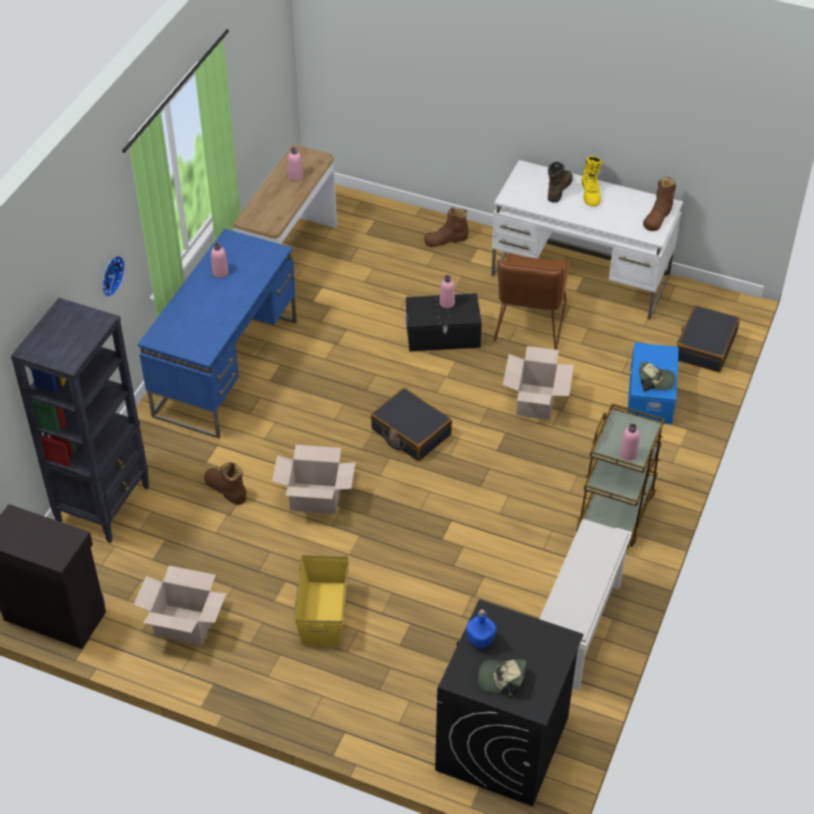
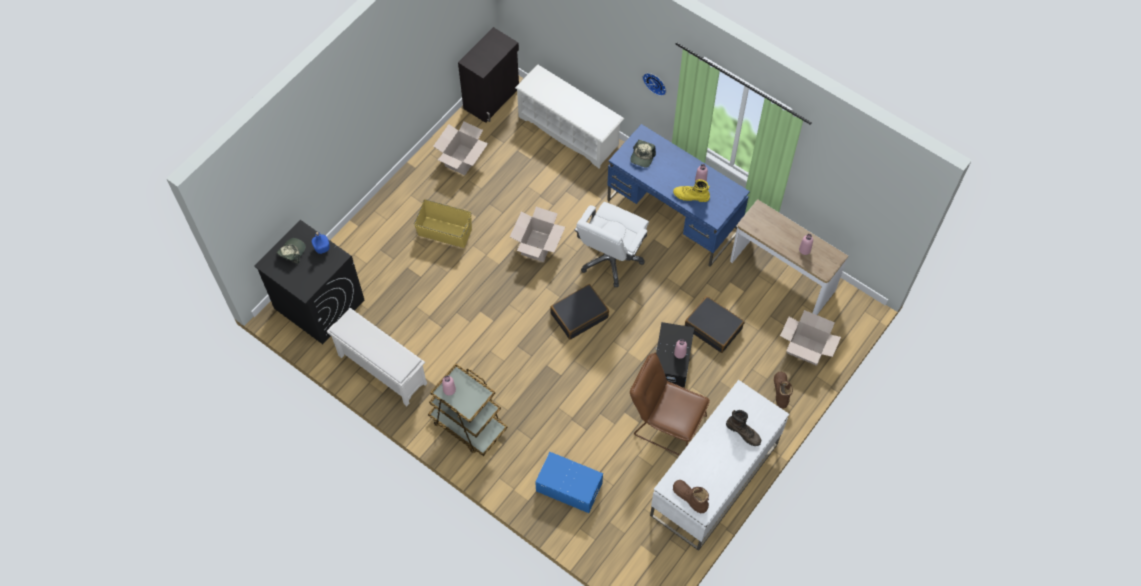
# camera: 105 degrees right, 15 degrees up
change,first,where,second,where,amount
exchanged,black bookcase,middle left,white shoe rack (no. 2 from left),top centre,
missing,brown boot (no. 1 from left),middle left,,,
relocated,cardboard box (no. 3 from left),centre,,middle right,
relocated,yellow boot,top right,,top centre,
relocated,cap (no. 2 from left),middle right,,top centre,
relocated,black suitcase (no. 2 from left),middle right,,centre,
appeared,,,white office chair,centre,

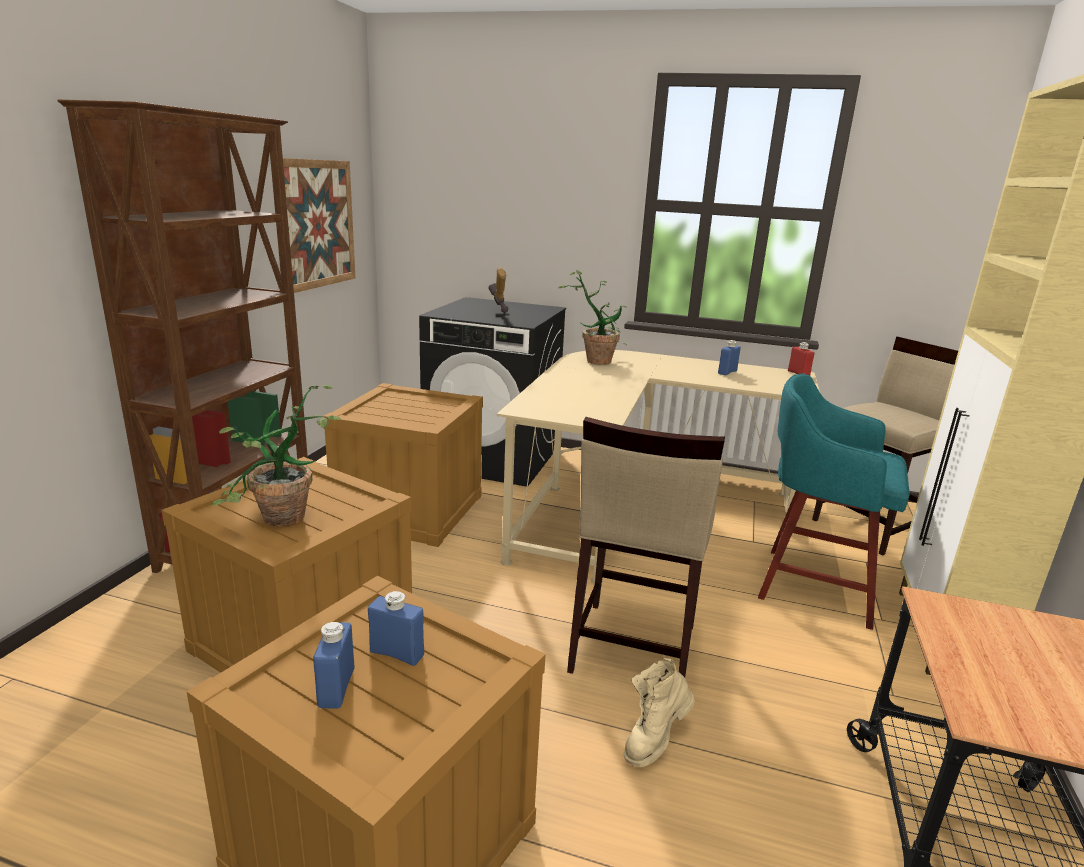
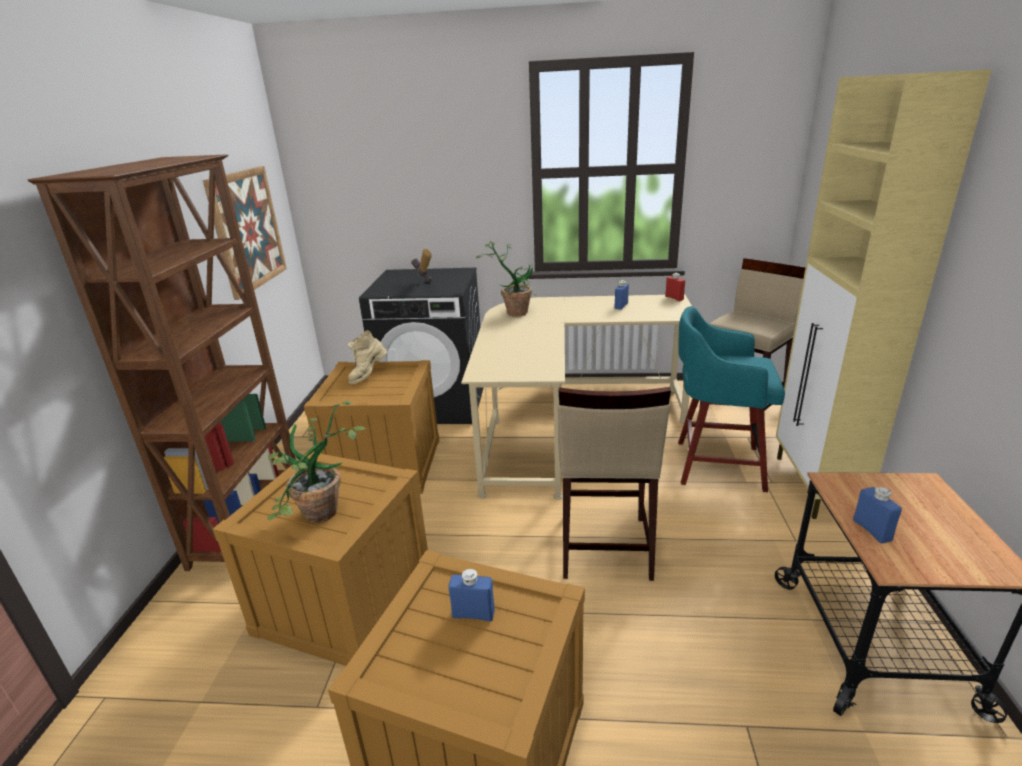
# camera: 10 degrees left, 5 degrees up
change,first,where,second,where,amount
relocated,blue bottle (no. 1 from left in the first image),bottom left,blue bottle (no. 3 from left),bottom right,
relocated,beige boot,bottom centre,,centre,

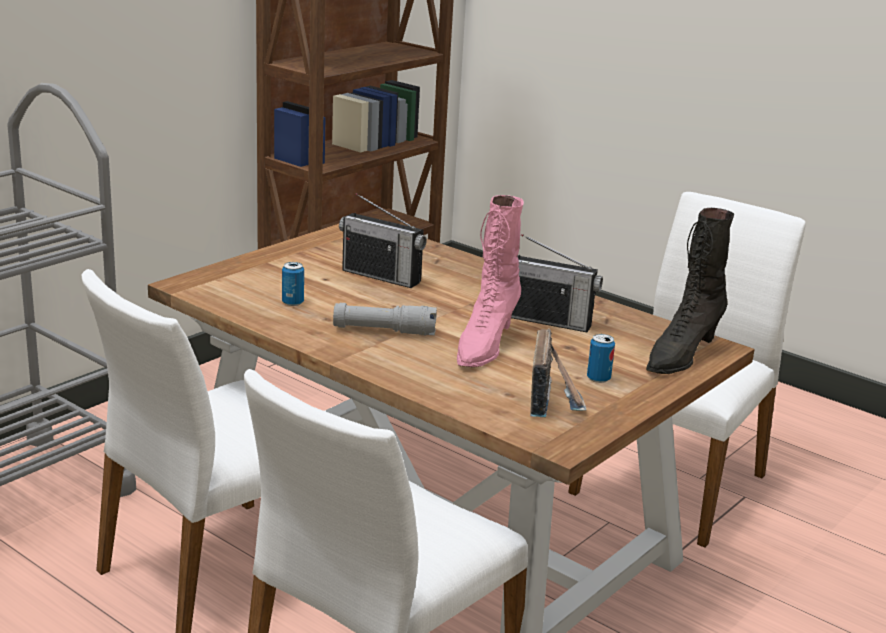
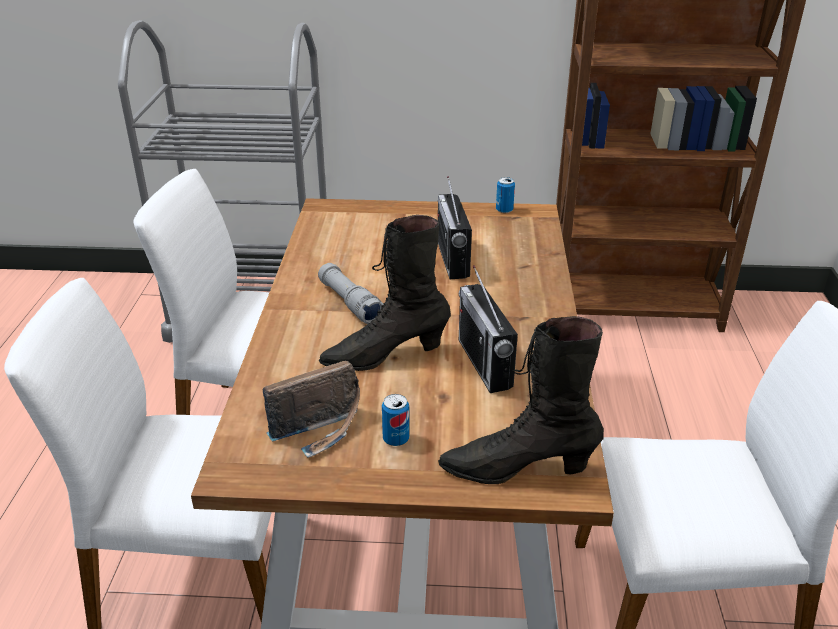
# camera: 55 degrees right, 10 degrees up
change,first,where,second,where,amount
relocated,can (no. 1 from left in the first image),middle left,can (no. 2 from left),top centre,
colour,pink boot,centre,black boot (no. 1 from left),centre,

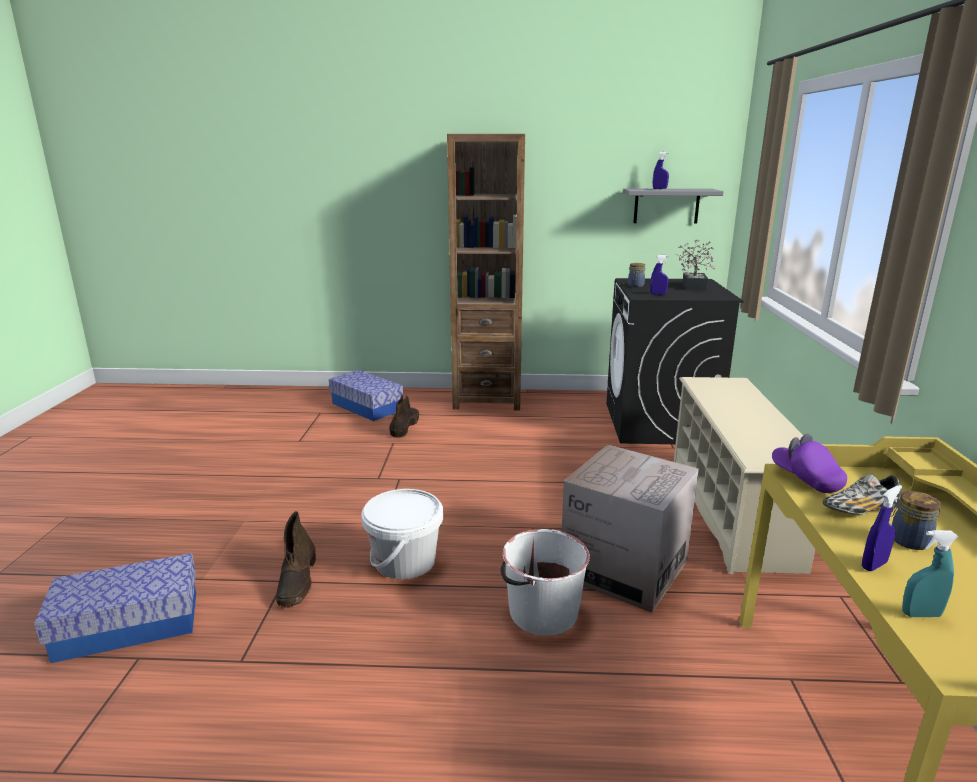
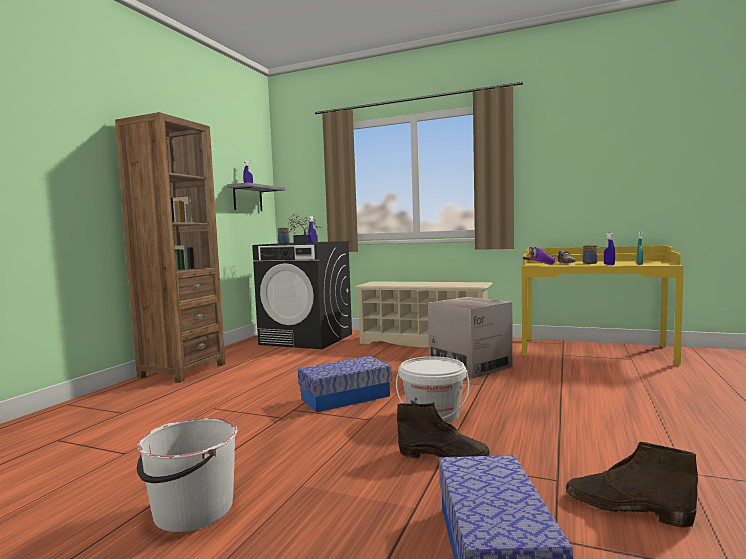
# camera: 70 degrees left, 15 degrees down
change,first,where,second,where,amount
relocated,storage box (no. 2 from left in the first image),centre,storage box (no. 1 from left),bottom centre,
relocated,brown boot (no. 2 from left),centre,,bottom right,
relocated,white bucket (no. 2 from left in the first image),bottom centre,white bucket (no. 1 from left),bottom left,

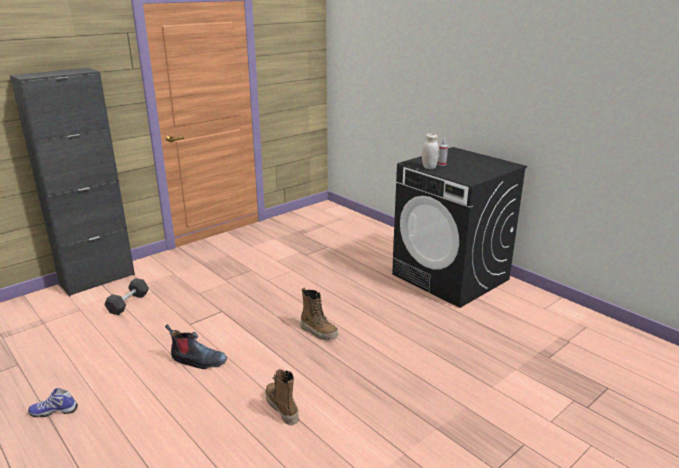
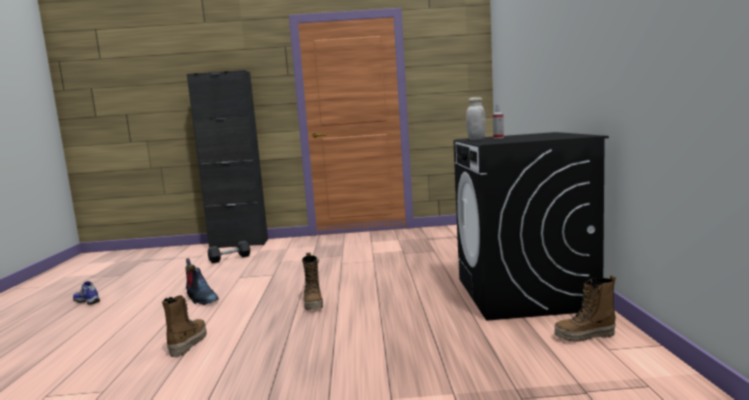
# camera: 40 degrees right, 15 degrees down
change,first,where,second,where,amount
appeared,,,boot (no. 4 from left),bottom right,

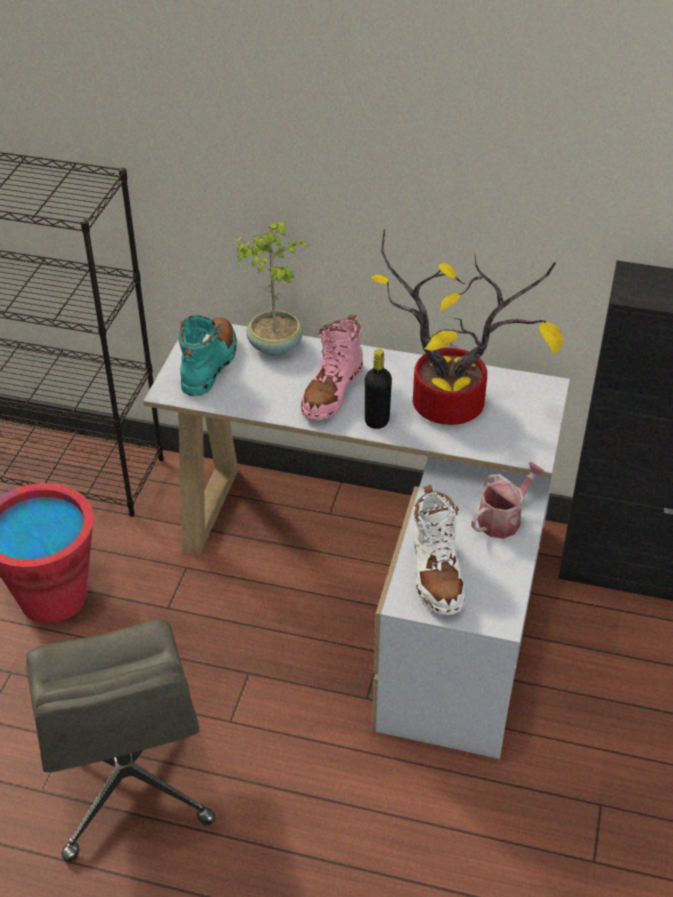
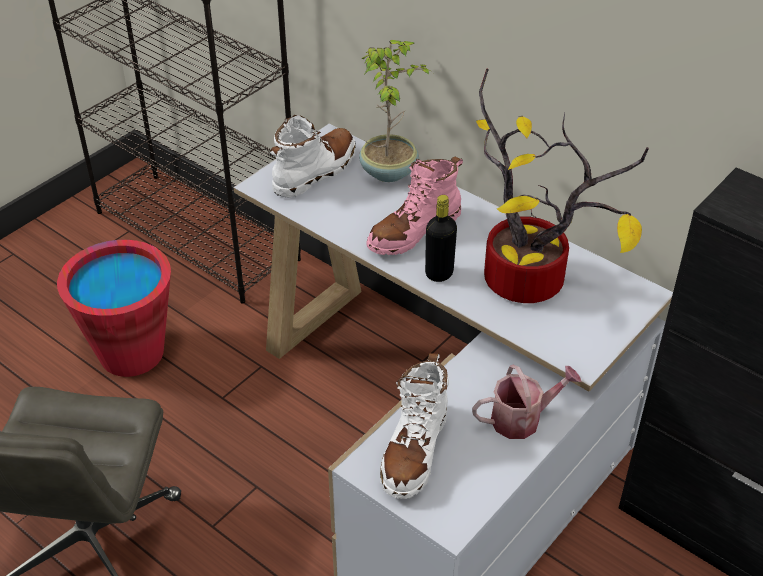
# camera: 25 degrees right, 0 degrees up
change,first,where,second,where,amount
colour,turquoise boot,middle left,white boot (no. 1 from left),top centre,

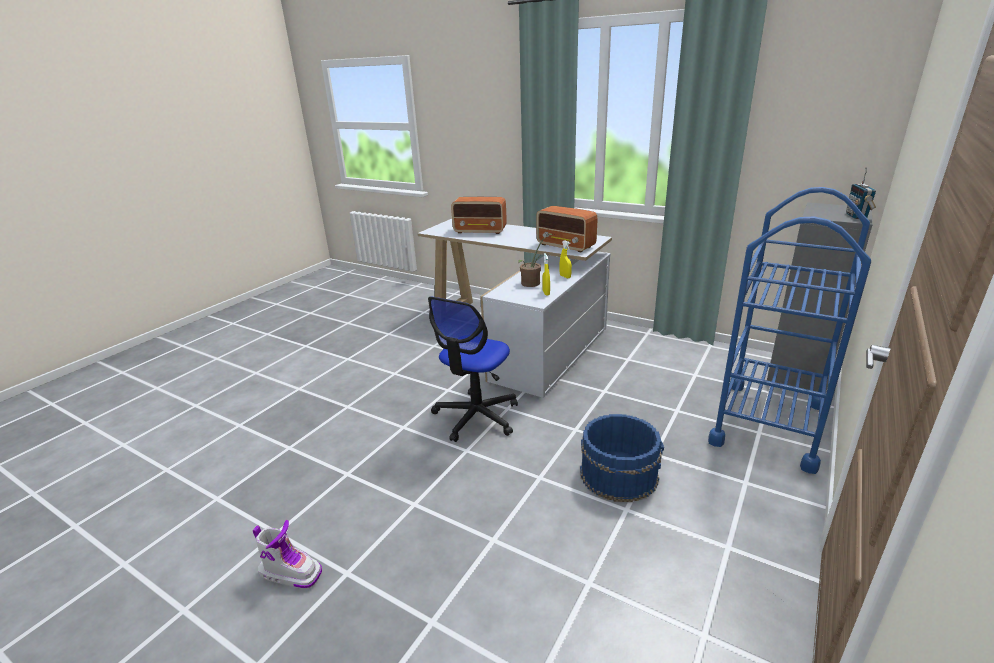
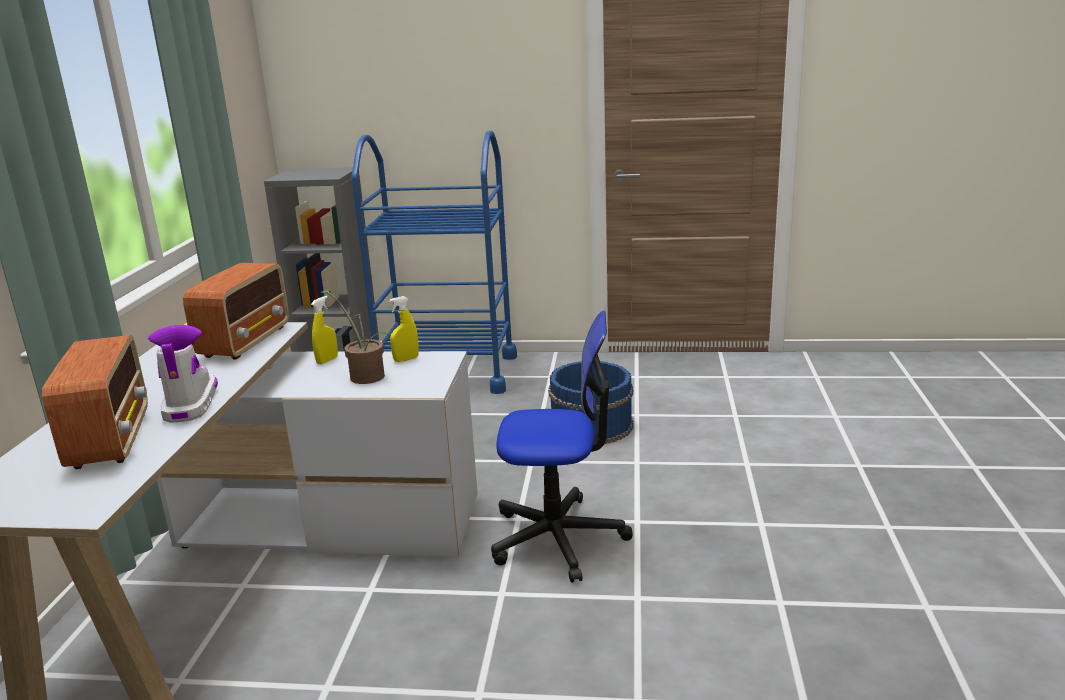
# camera: 115 degrees left, 5 degrees down
change,first,where,second,where,amount
relocated,boot,bottom left,,middle left,
missing,radio (no. 3 from left),top right,,,

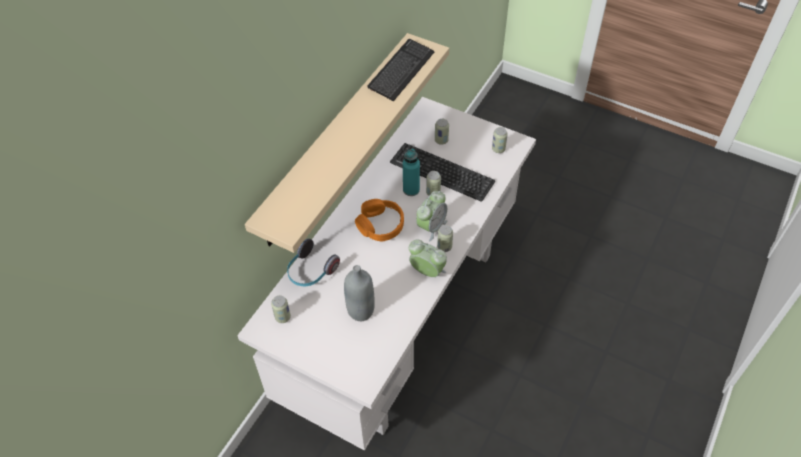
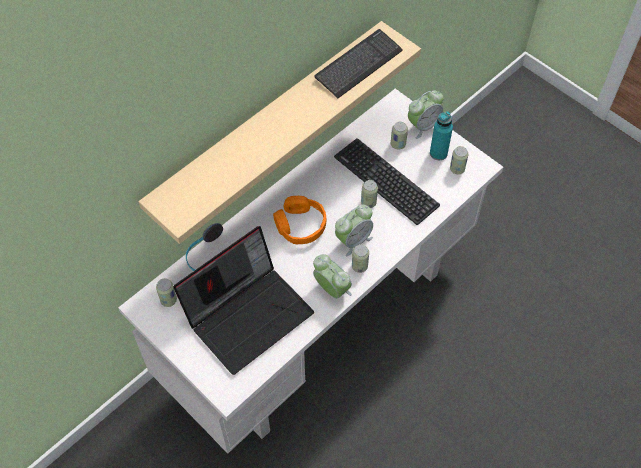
# camera: 15 degrees right, 5 degrees up
change,first,where,second,where,amount
exchanged,grey bottle,centre,laptop,centre,
relocated,turquoise bottle,centre,,top right,
appeared,,,alarm clock (no. 3 from left),top centre,

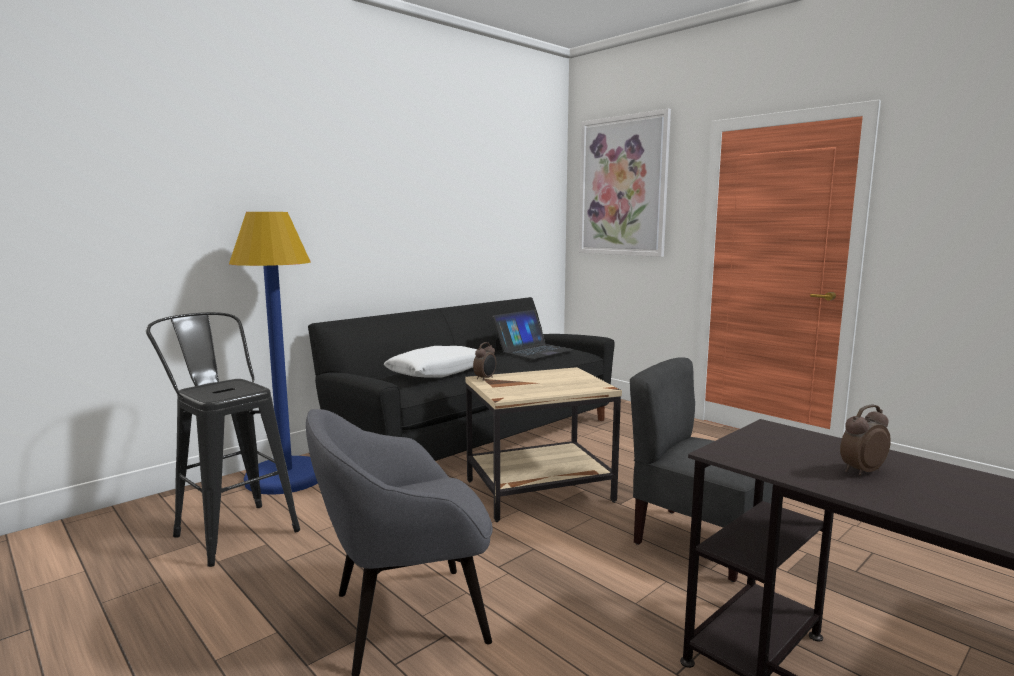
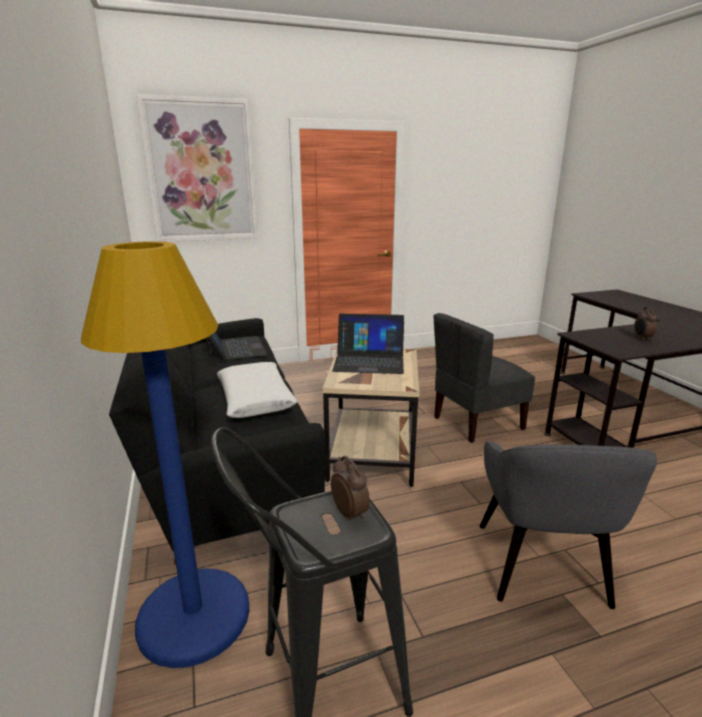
# camera: 65 degrees left, 10 degrees up
change,first,where,second,where,amount
relocated,alarm clock (no. 1 from left),centre,,bottom centre,
appeared,,,laptop (no. 2 from left),centre,

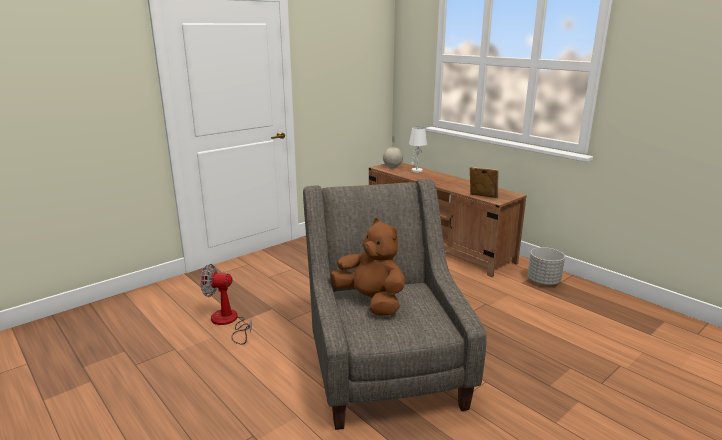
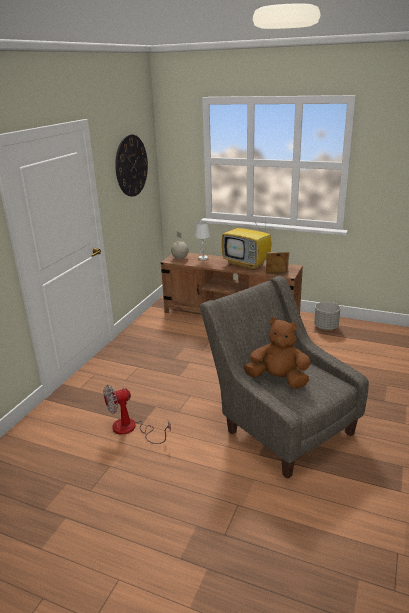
# camera: 25 degrees left, 5 degrees up
change,first,where,second,where,amount
appeared,,,wall clock,top left,
appeared,,,television,centre,

